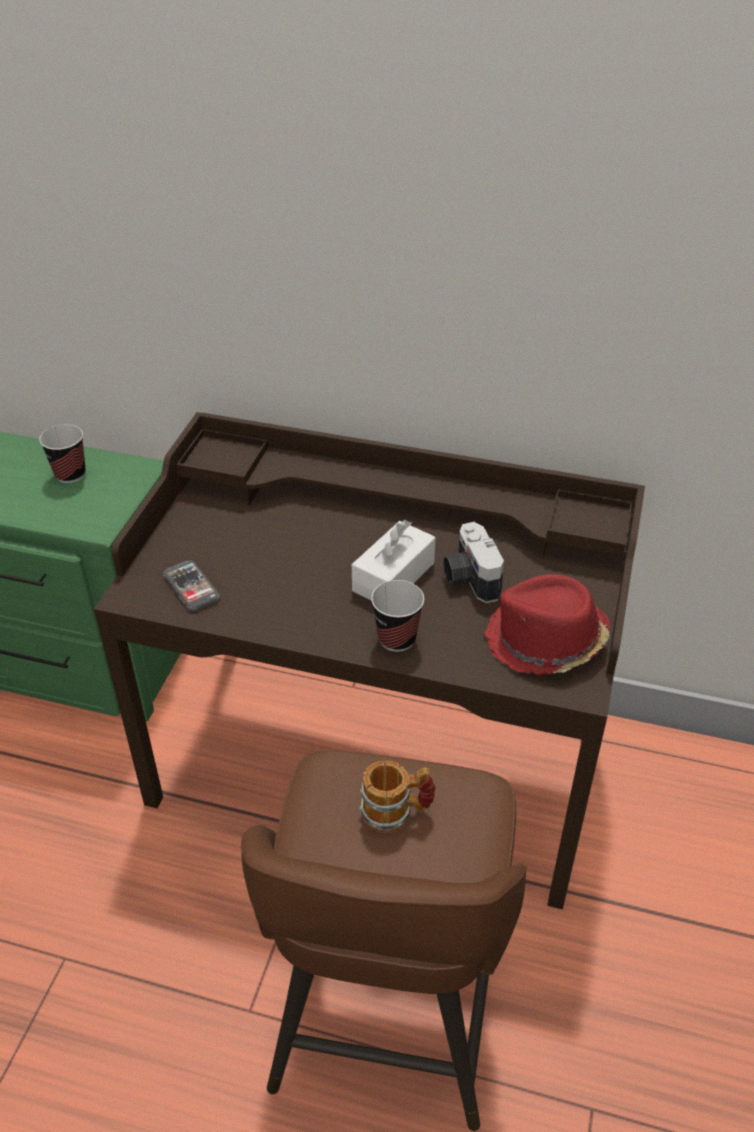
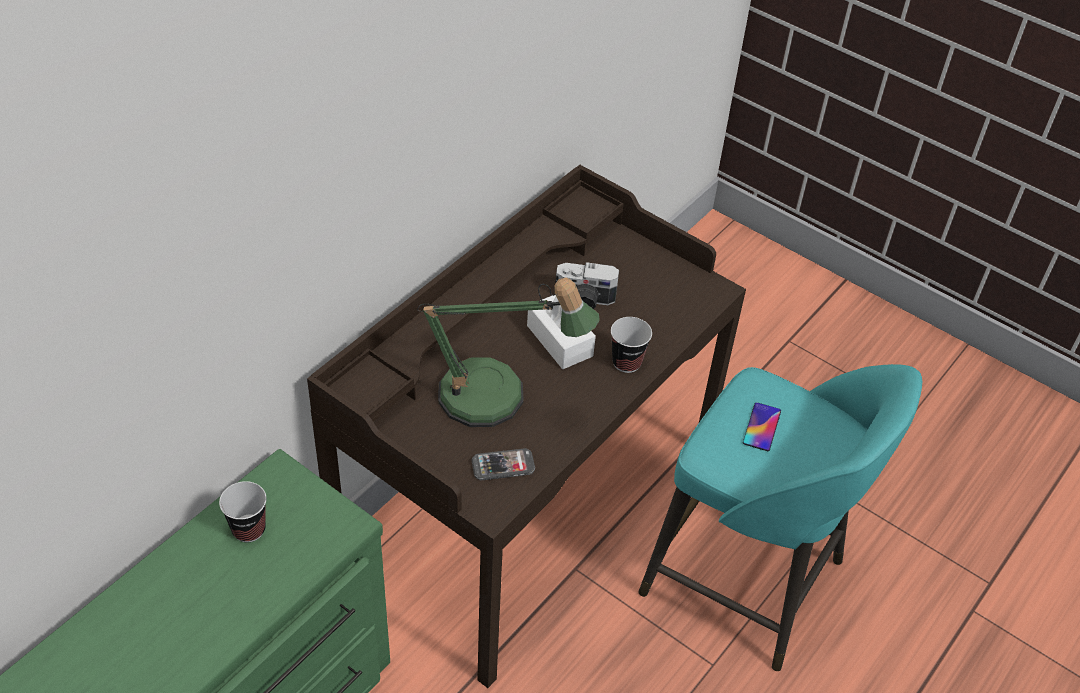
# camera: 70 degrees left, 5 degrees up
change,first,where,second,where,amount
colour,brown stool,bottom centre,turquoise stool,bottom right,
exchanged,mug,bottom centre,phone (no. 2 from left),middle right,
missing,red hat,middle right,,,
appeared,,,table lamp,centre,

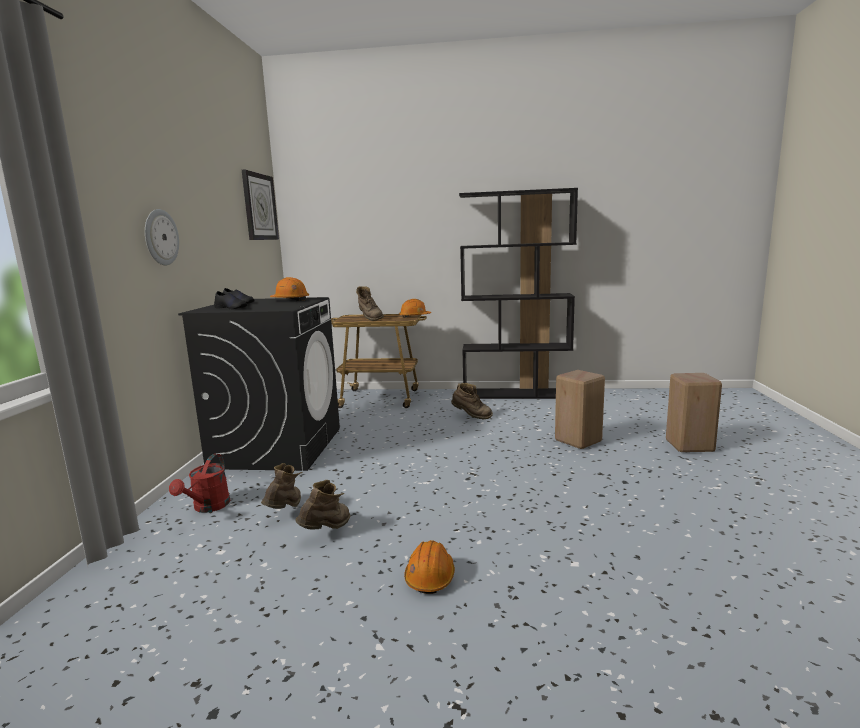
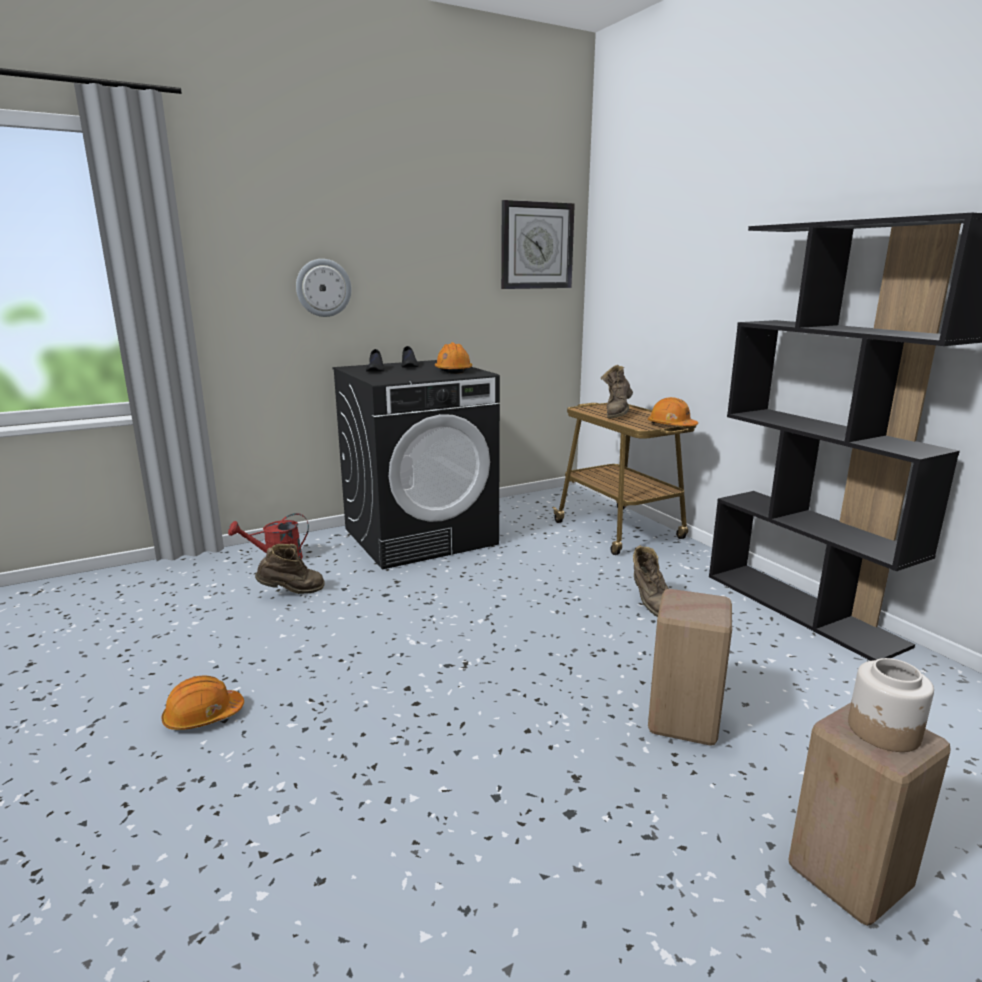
# camera: 55 degrees right, 5 degrees up
change,first,where,second,where,amount
missing,brown boot (no. 2 from left),bottom centre,,,
appeared,,,jar,bottom right,

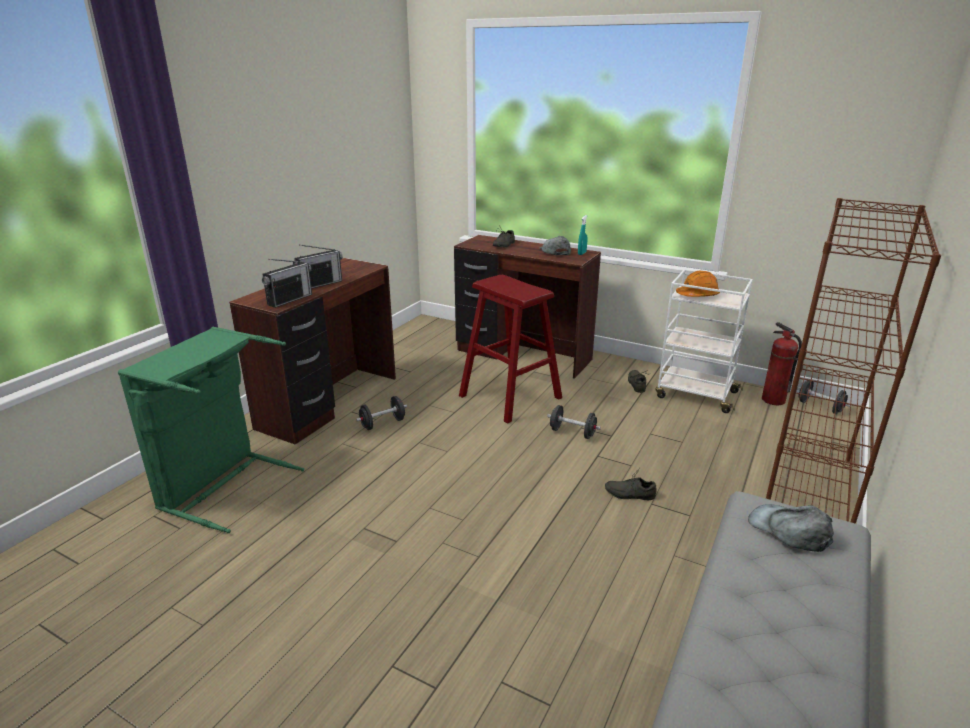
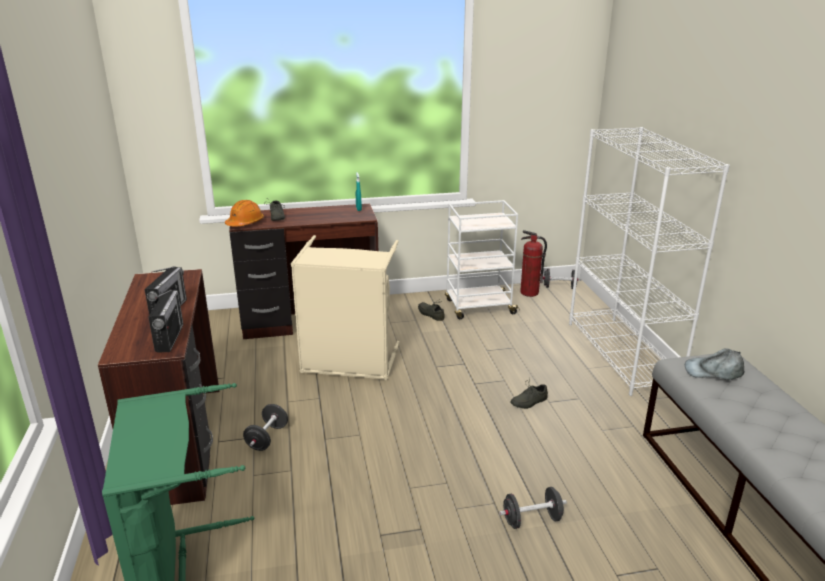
# camera: 40 degrees left, 0 degrees up
change,first,where,second,where,amount
exchanged,red stool,centre,beige laundry basket,centre,
missing,grey cap (no. 1 from left),centre,,,
relocated,black dumbbell (no. 2 from left),centre,,bottom centre,
relocated,orange hard hat,middle right,,middle left,
colour,brown bookcase,middle right,white bookcase,middle right,

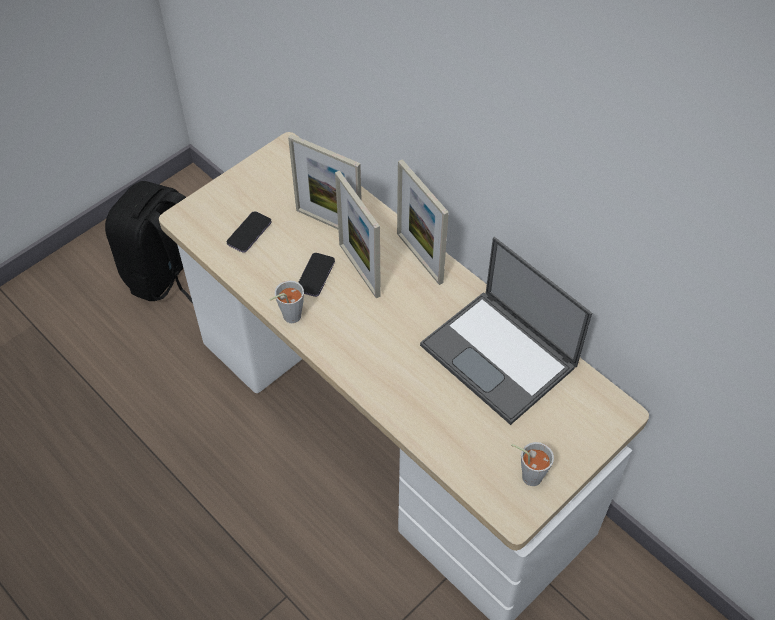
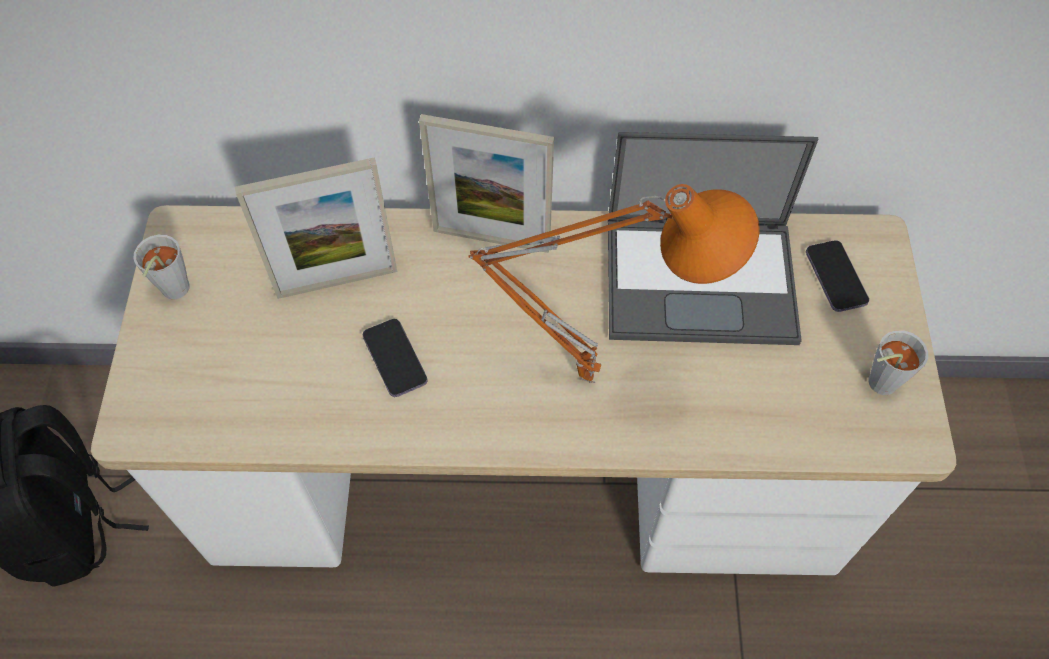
# camera: 45 degrees left, 5 degrees up
change,first,where,second,where,amount
relocated,phone (no. 1 from left in the first image),middle left,phone (no. 2 from left),middle right,
relocated,grey cup (no. 1 from left),centre,,middle left,
missing,picture frame (no. 2 from left),centre,,,
appeared,,,orange table lamp,centre,

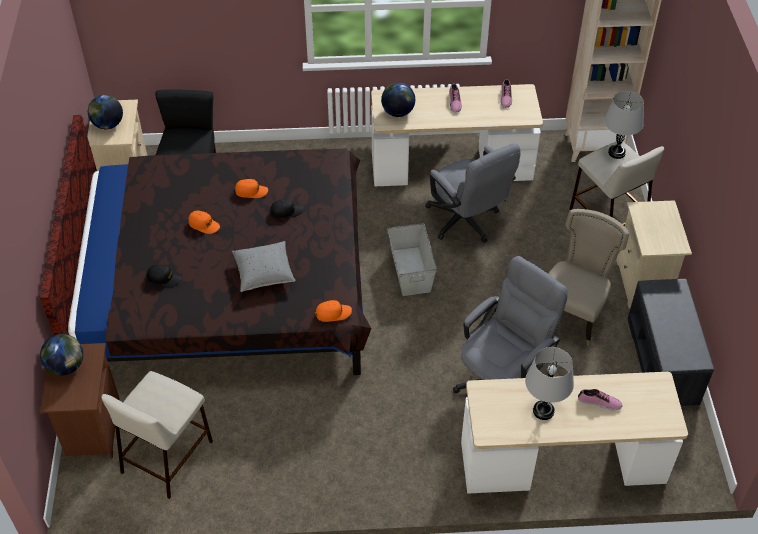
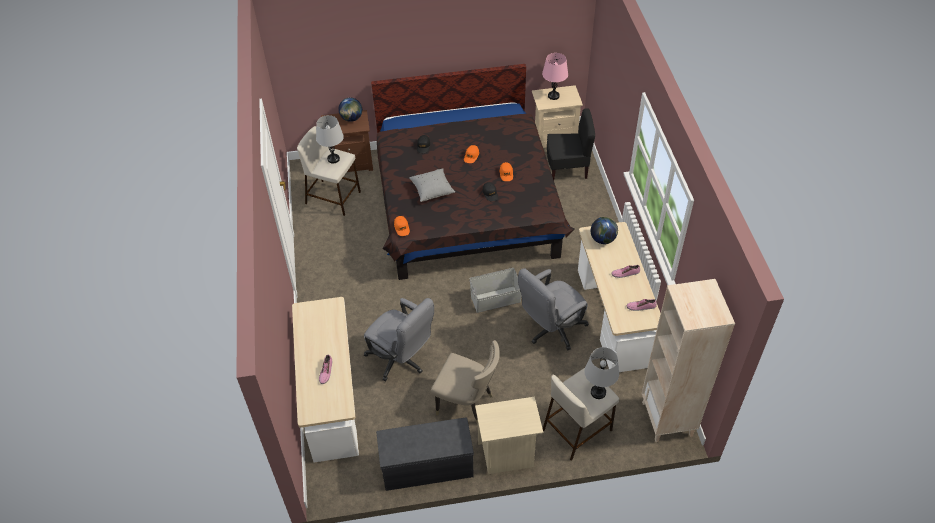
# camera: 85 degrees right, 0 degrees up
change,first,where,second,where,amount
exchanged,globe (no. 2 from left),top left,pink table lamp,top centre,
relocated,grey table lamp (no. 1 from left),bottom right,,top centre,

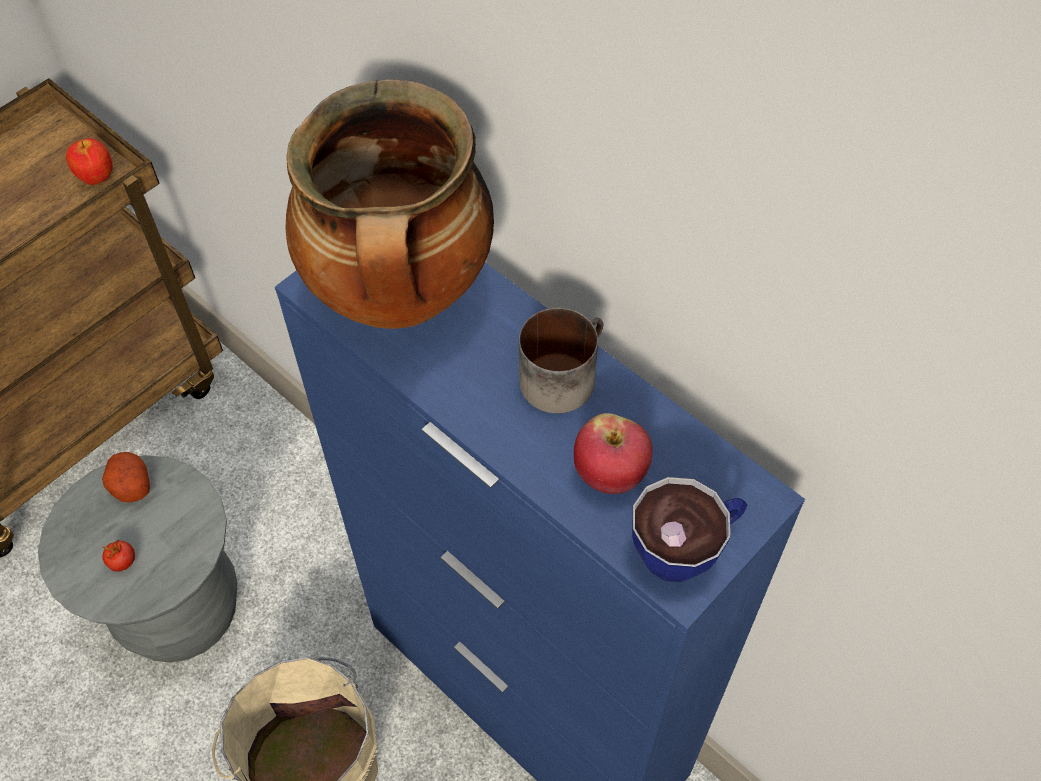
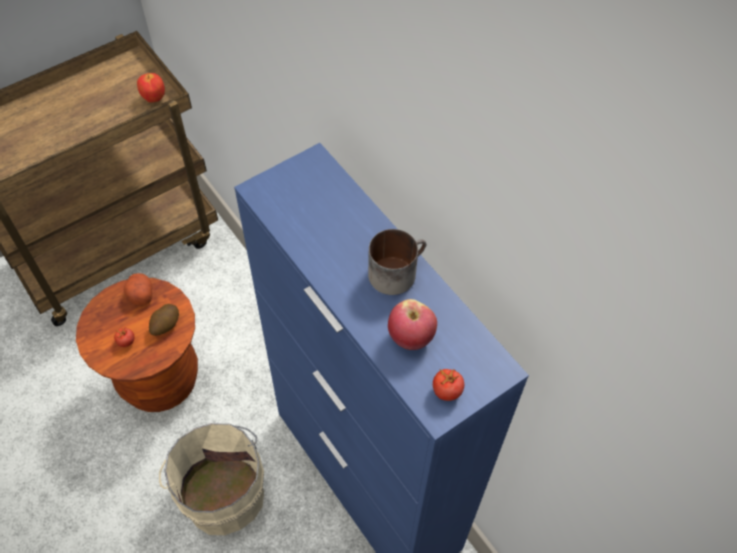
# camera: 10 degrees right, 0 degrees up
change,first,where,second,where,amount
colour,grey stool,bottom left,brown stool,middle left,
missing,cooking pot,top centre,,,
exchanged,cup,bottom centre,tomato (no. 2 from left),bottom centre,
appeared,,,potato (no. 2 from left),middle left,

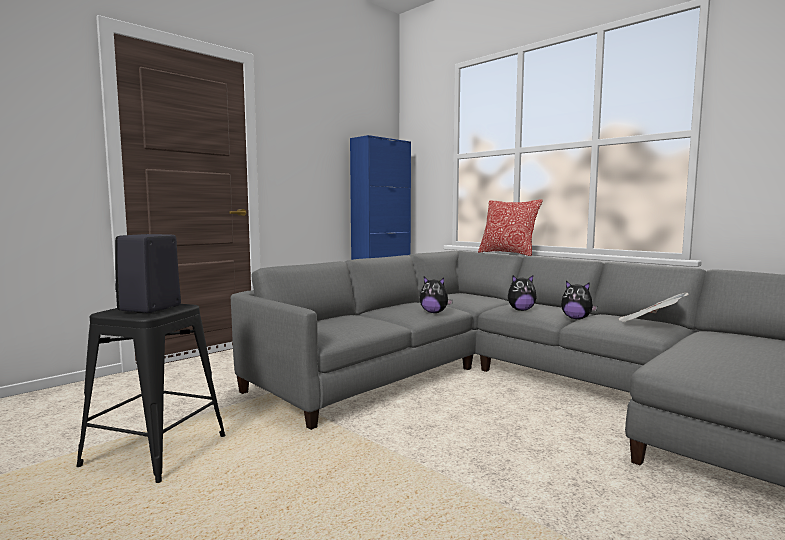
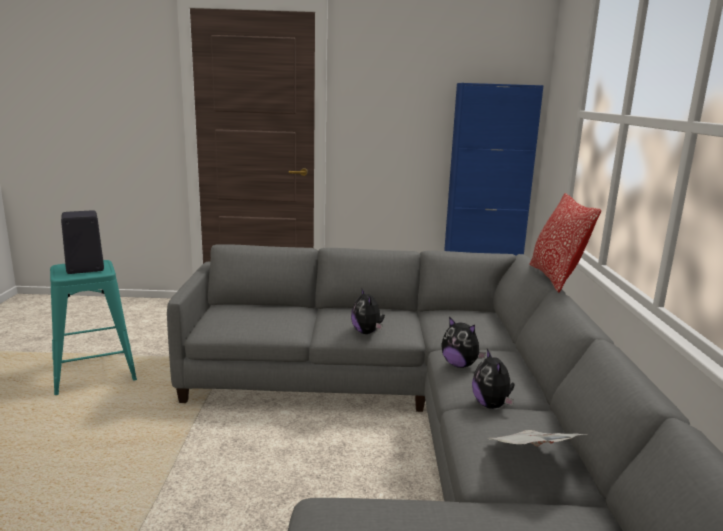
# camera: 45 degrees right, 10 degrees up
change,first,where,second,where,amount
colour,black stool,bottom left,turquoise stool,middle left,

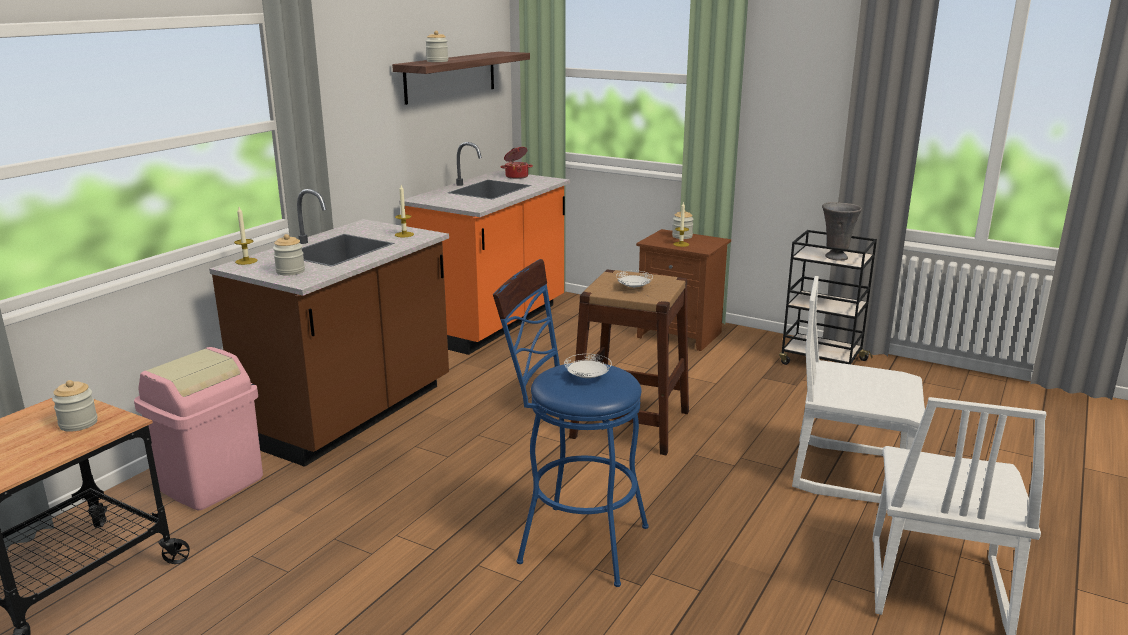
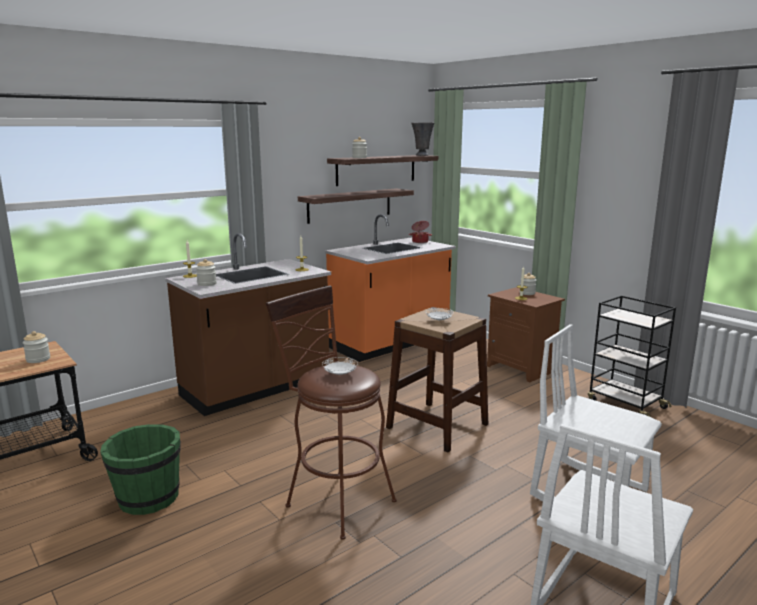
# camera: 20 degrees right, 5 degrees down
change,first,where,second,where,amount
missing,pink trash can,bottom left,,,
colour,blue stool,centre,brown stool (no. 1 from left),bottom centre,
relocated,grey vase,middle right,,top centre,
appeared,,,green bucket,bottom left,
appeared,,,shelf (no. 1 from left),centre,

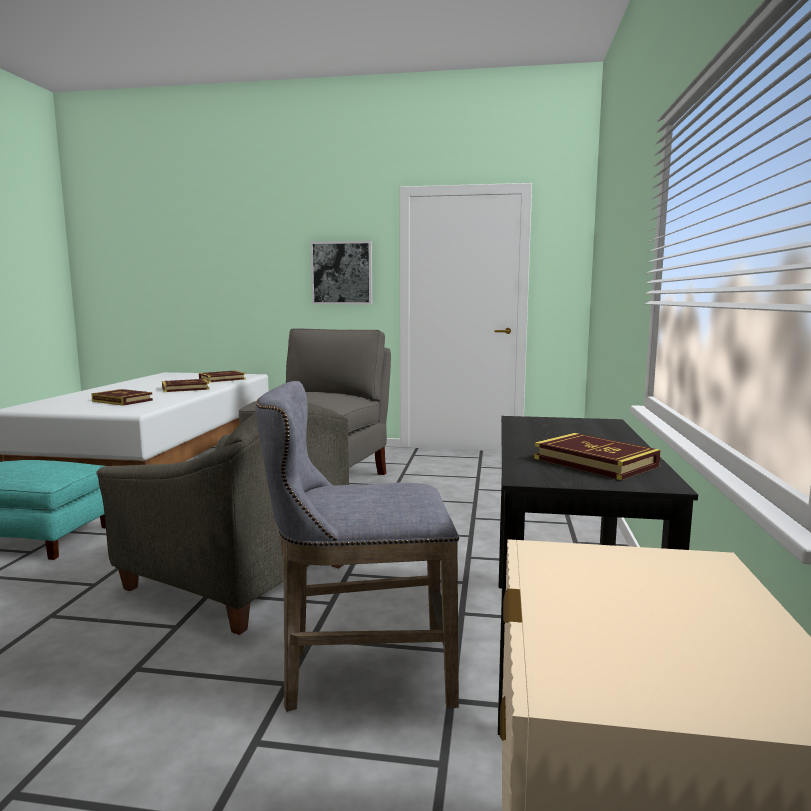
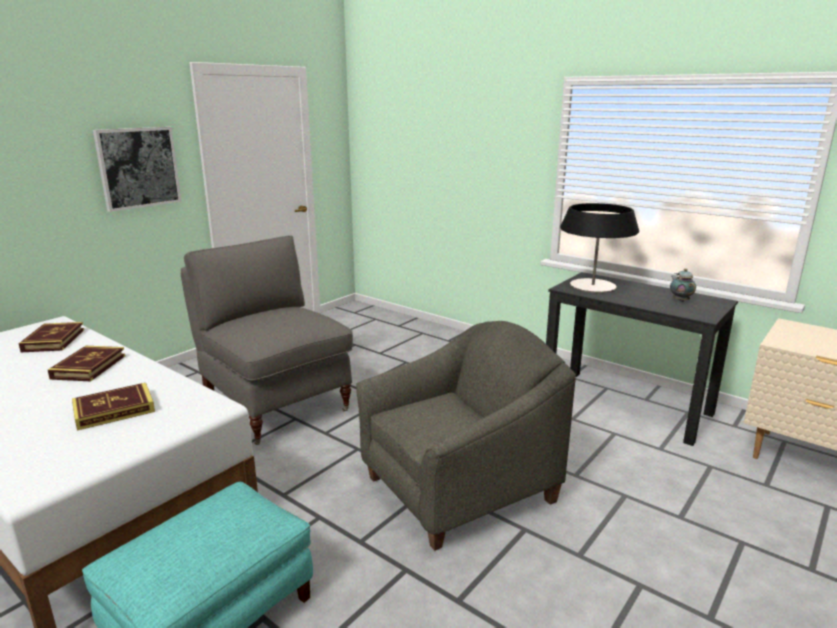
# camera: 60 degrees left, 10 degrees up
change,first,where,second,where,amount
missing,grey stool,bottom centre,,,
exchanged,book (no. 4 from left),middle right,teapot,middle right,
appeared,,,table lamp,middle right,

